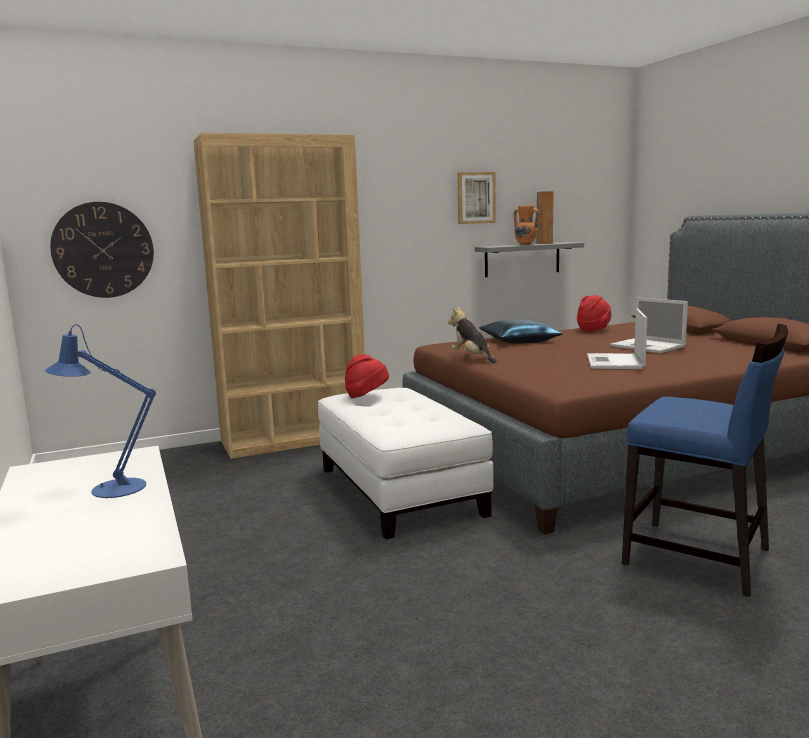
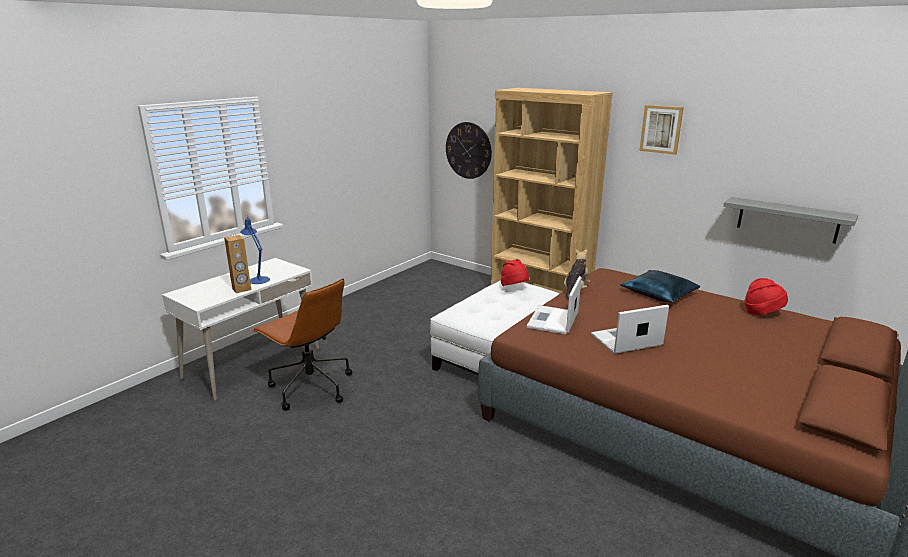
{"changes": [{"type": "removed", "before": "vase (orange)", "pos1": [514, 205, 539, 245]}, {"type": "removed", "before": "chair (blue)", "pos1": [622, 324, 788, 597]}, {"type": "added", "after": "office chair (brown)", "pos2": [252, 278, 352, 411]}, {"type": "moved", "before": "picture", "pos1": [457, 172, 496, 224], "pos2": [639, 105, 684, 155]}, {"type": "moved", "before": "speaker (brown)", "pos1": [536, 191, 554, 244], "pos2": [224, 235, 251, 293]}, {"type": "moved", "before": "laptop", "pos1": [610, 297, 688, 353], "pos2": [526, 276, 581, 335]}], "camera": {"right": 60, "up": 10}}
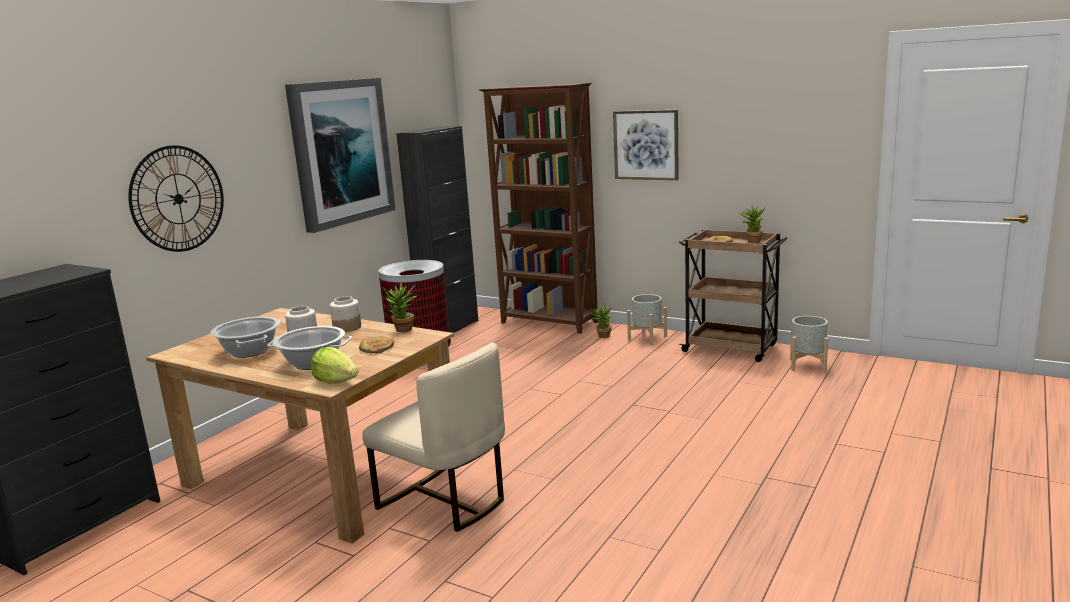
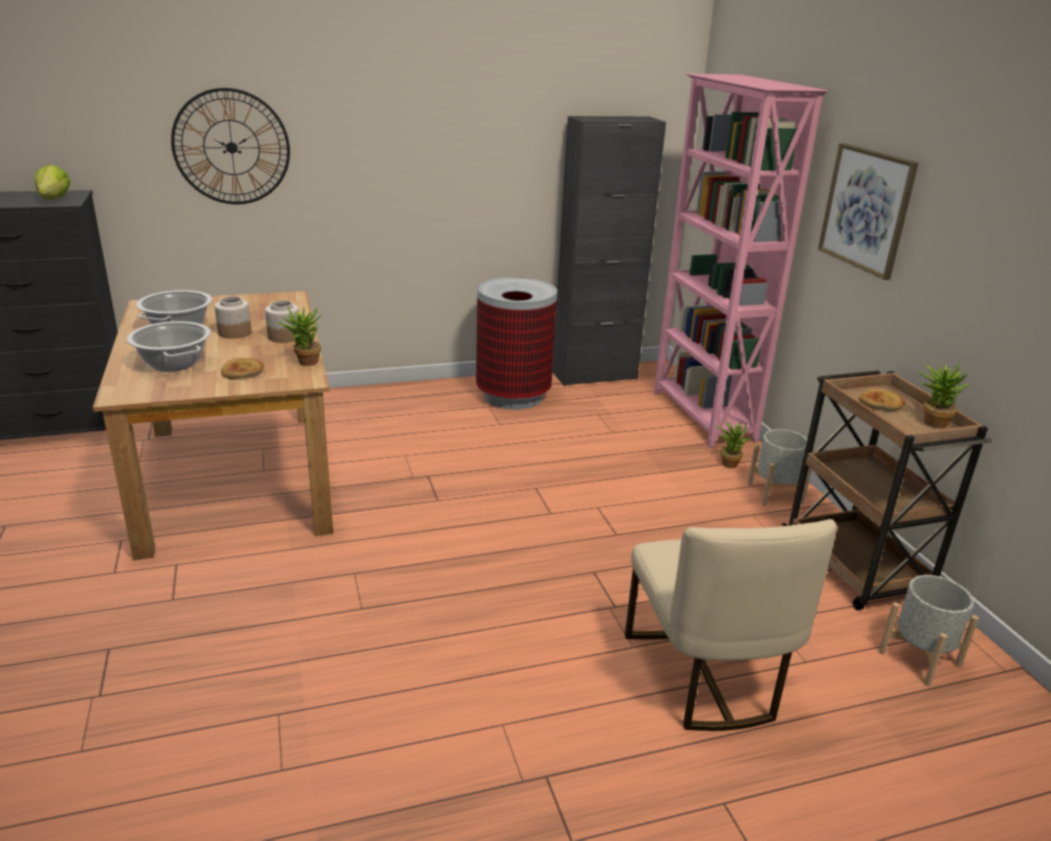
{"changes": [{"type": "removed", "before": "picture", "pos1": [285, 78, 395, 233]}, {"type": "moved", "before": "lettuce", "pos1": [311, 346, 358, 384], "pos2": [35, 165, 70, 199]}, {"type": "moved", "before": "chair (beige)", "pos1": [362, 342, 505, 532], "pos2": [625, 519, 837, 731]}, {"type": "recoloured", "before": "bookcase (brown)", "after": "bookcase (pink)", "pos1": [479, 83, 598, 334], "pos2": [654, 74, 828, 447]}], "camera": {"right": 40, "up": 10}}
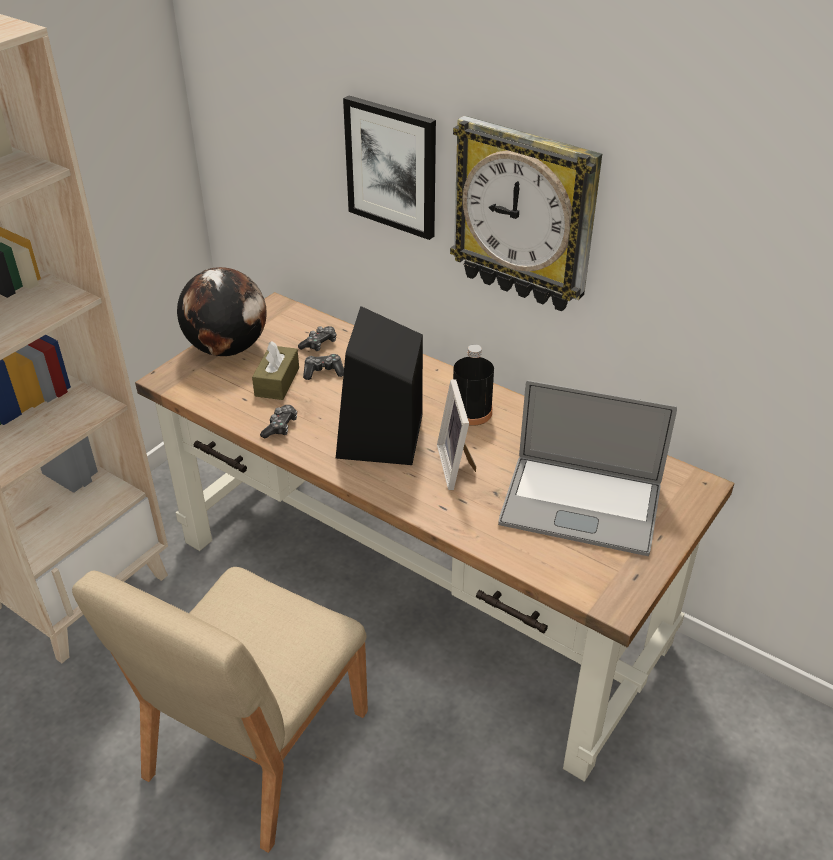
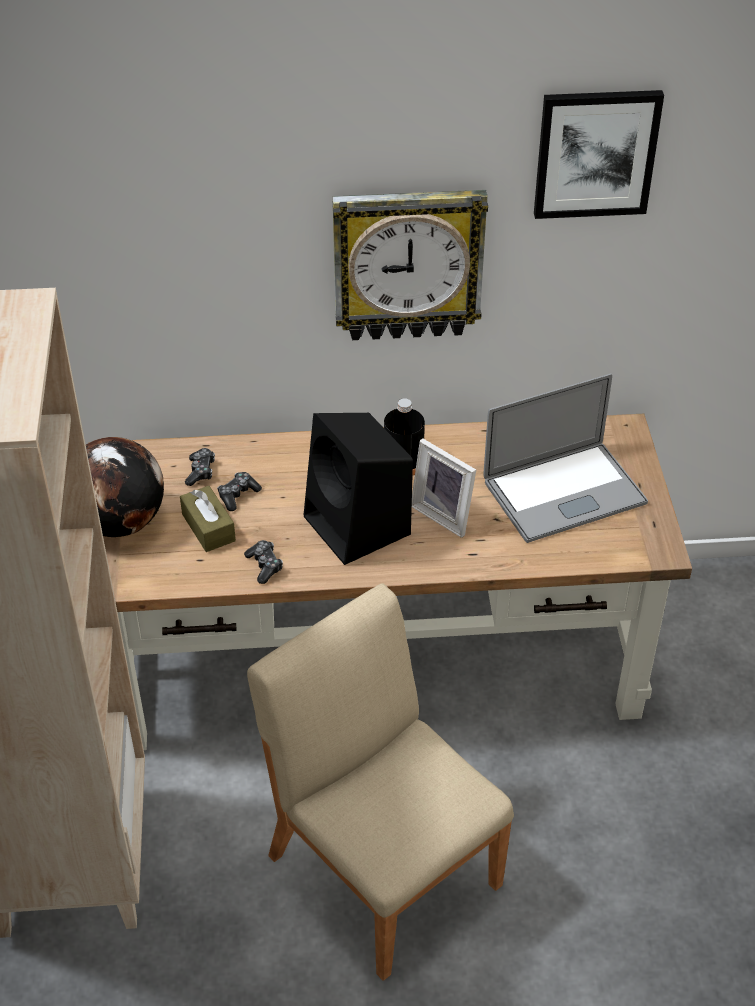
{"changes": [{"type": "moved", "before": "picture", "pos1": [343, 96, 436, 240], "pos2": [534, 90, 664, 219]}, {"type": "turned", "before": "chair (beige)", "pos1": [72, 567, 368, 853], "pos2": [247, 583, 514, 981], "turn": 150}], "camera": {"right": -40, "up": 5}}
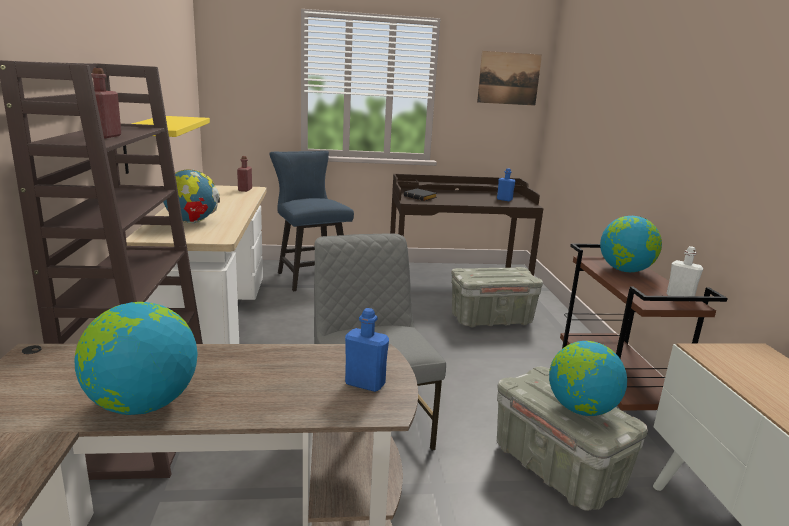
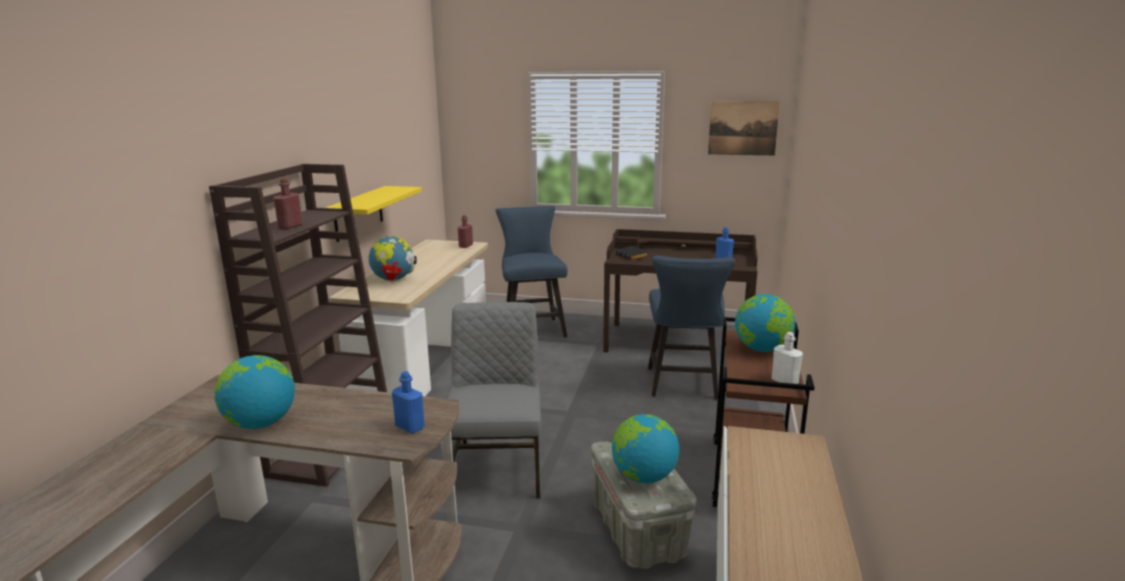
{"changes": [{"type": "replaced", "before": "storage box (grey)", "after": "chair (blue)", "pos1": [451, 267, 543, 327], "pos2": [648, 255, 736, 400]}], "camera": {"right": 20, "up": 0}}
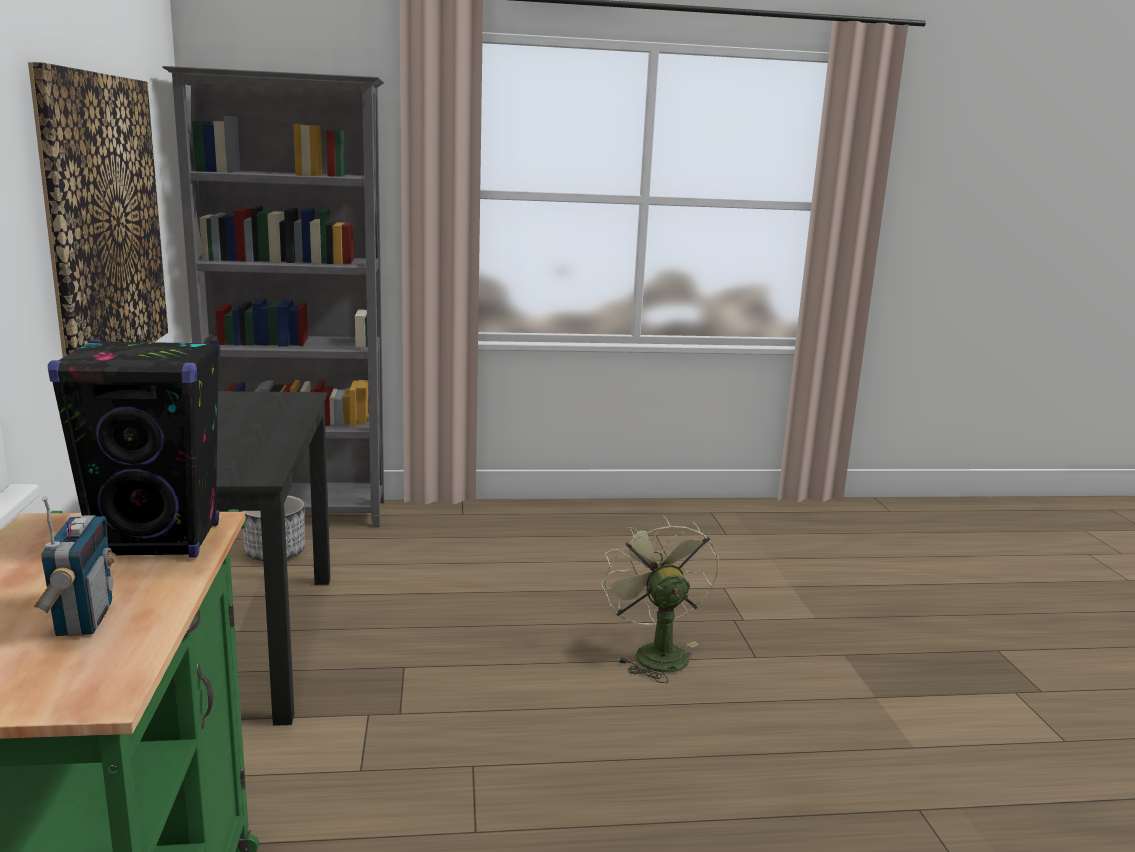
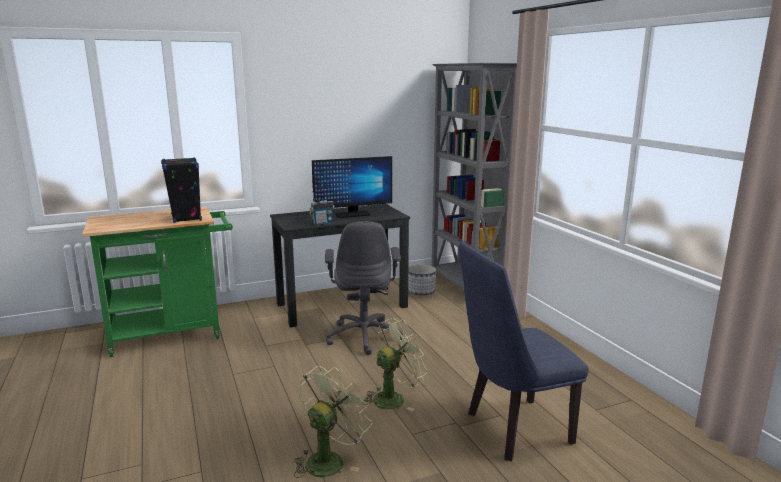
{"changes": [{"type": "removed", "before": "picture", "pos1": [28, 62, 168, 357]}, {"type": "added", "after": "fan (green)", "pos2": [294, 366, 373, 478]}, {"type": "added", "after": "monitor", "pos2": [312, 156, 392, 218]}, {"type": "added", "after": "office chair (grey)", "pos2": [325, 222, 403, 355]}, {"type": "added", "after": "chair (blue)", "pos2": [459, 241, 589, 462]}, {"type": "moved", "before": "radio", "pos1": [34, 496, 116, 637], "pos2": [310, 191, 335, 225]}], "camera": {"right": 75, "up": 0}}
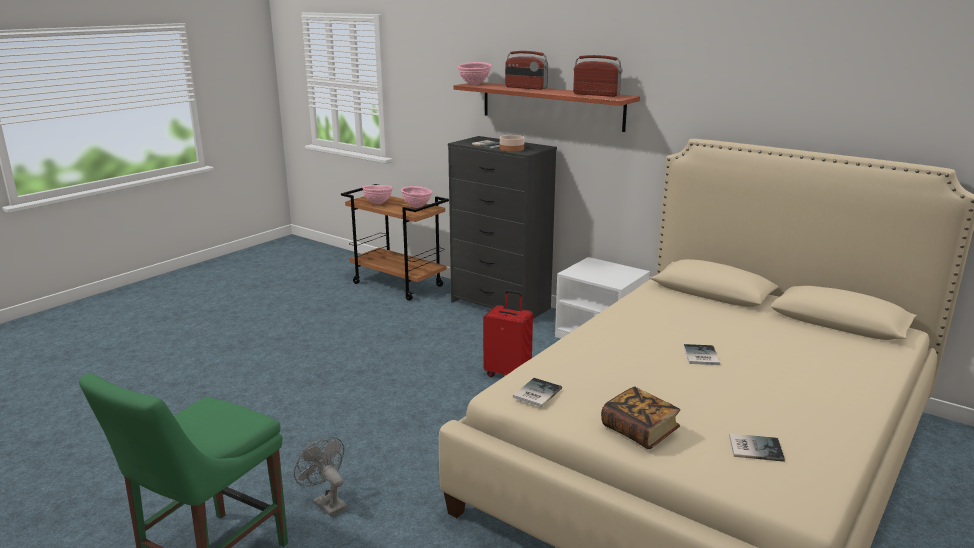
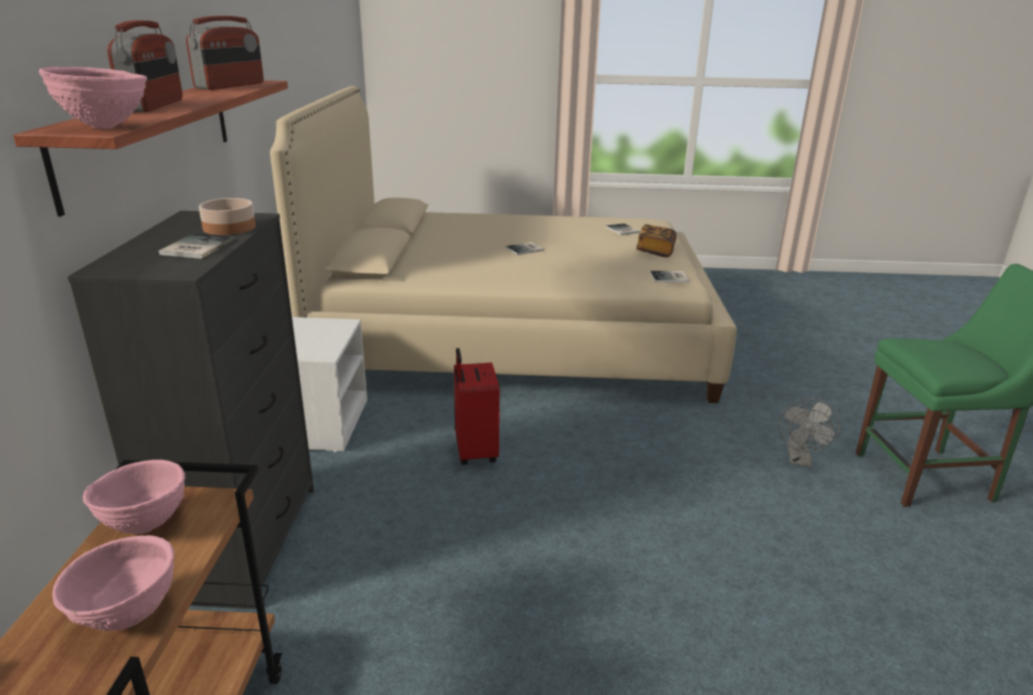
{"changes": [{"type": "turned", "before": "radio", "pos1": [573, 55, 622, 97], "pos2": [186, 16, 264, 90], "turn": -150}], "camera": {"right": -125, "up": 5}}
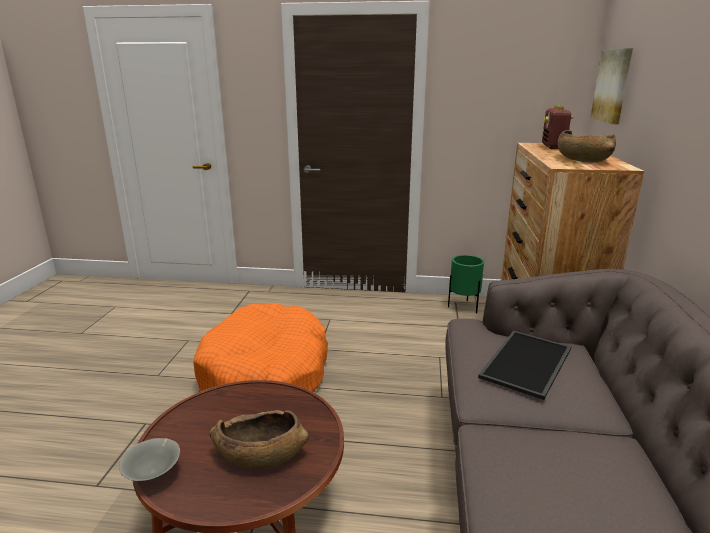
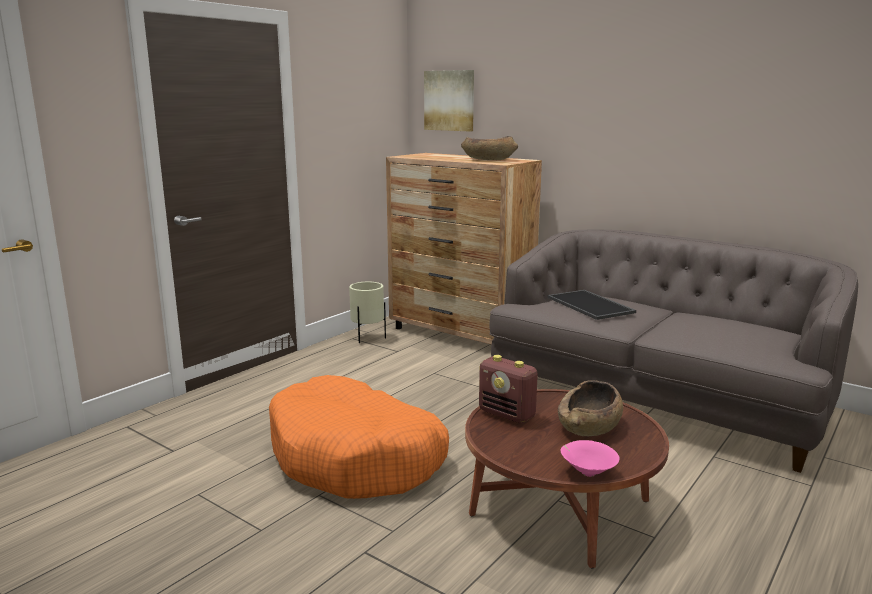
{"changes": [{"type": "moved", "before": "radio", "pos1": [542, 105, 574, 149], "pos2": [479, 355, 538, 423]}, {"type": "recoloured", "before": "bowl (grey)", "after": "bowl (pink)", "pos1": [119, 438, 180, 481], "pos2": [560, 440, 620, 477]}, {"type": "recoloured", "before": "planter (green)", "after": "planter (beige)", "pos1": [448, 255, 484, 314], "pos2": [349, 282, 386, 343]}], "camera": {"right": -60, "up": -5}}
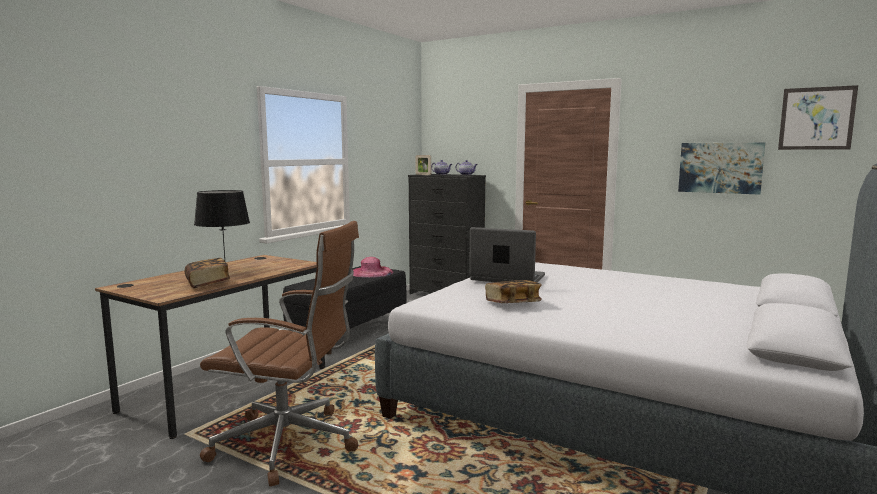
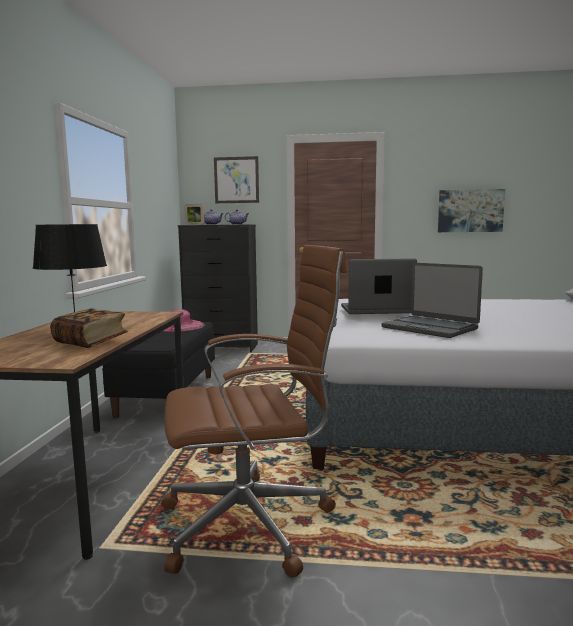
{"changes": [{"type": "moved", "before": "picture", "pos1": [778, 85, 858, 150], "pos2": [214, 156, 259, 203]}, {"type": "replaced", "before": "book", "after": "laptop", "pos1": [485, 280, 542, 303], "pos2": [381, 263, 483, 338]}], "camera": {"right": -25, "up": 0}}
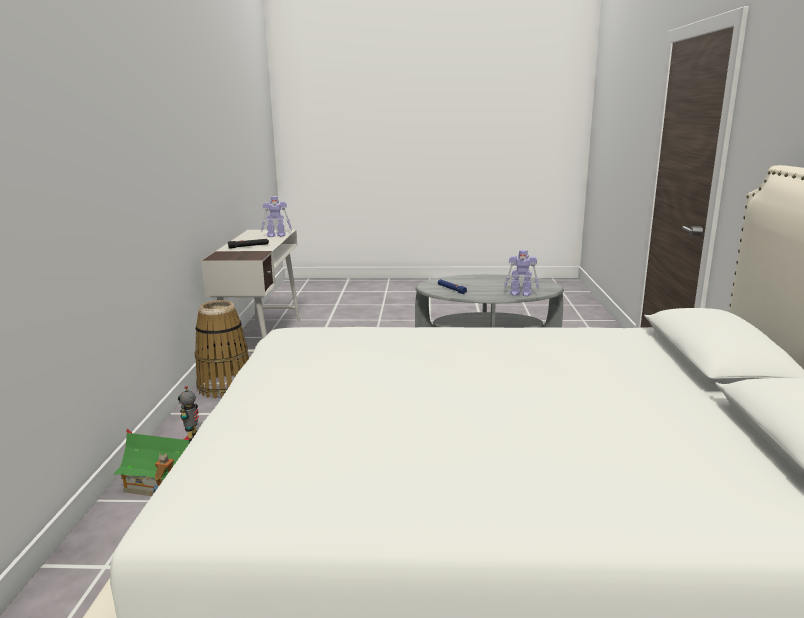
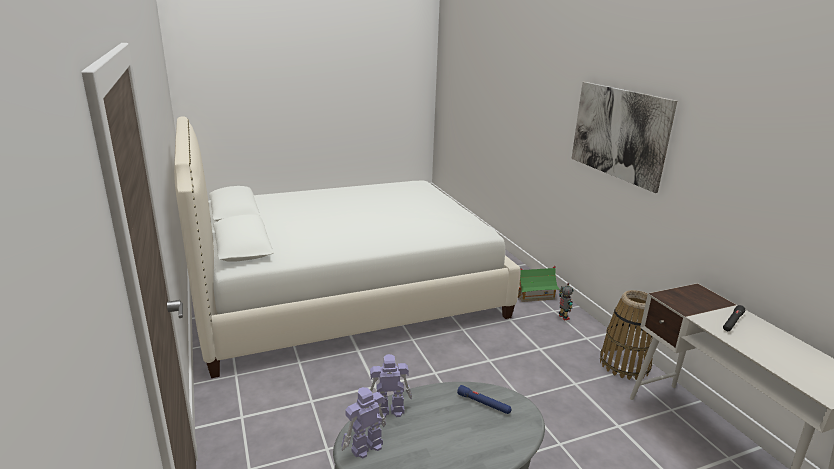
{"changes": [{"type": "added", "after": "picture", "pos2": [571, 82, 677, 193]}, {"type": "moved", "before": "toy robot", "pos1": [261, 196, 292, 237], "pos2": [341, 387, 386, 458]}], "camera": {"right": 155, "up": 5}}
